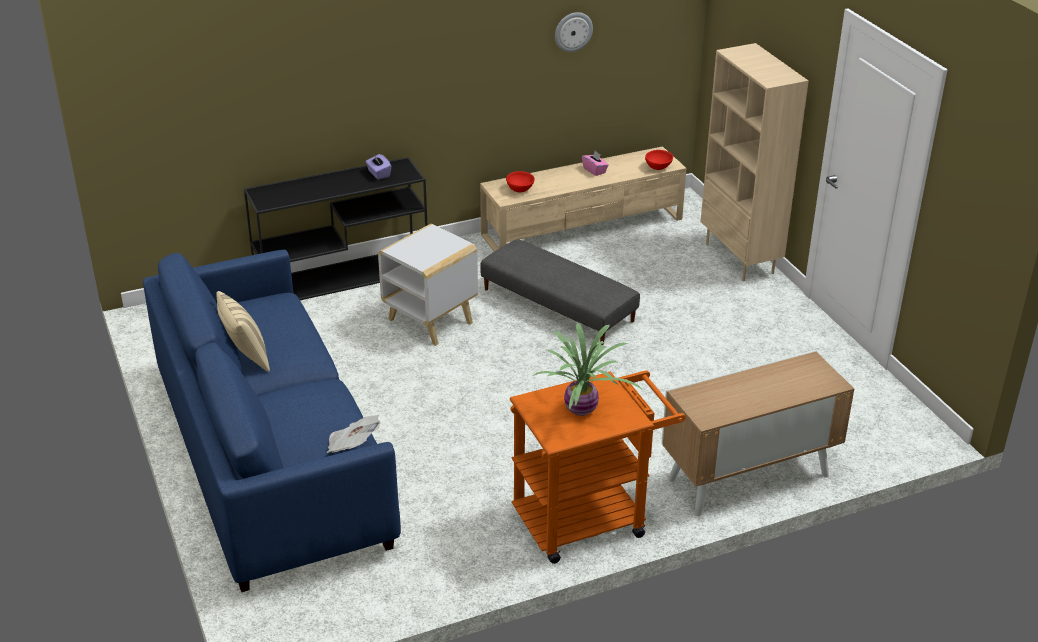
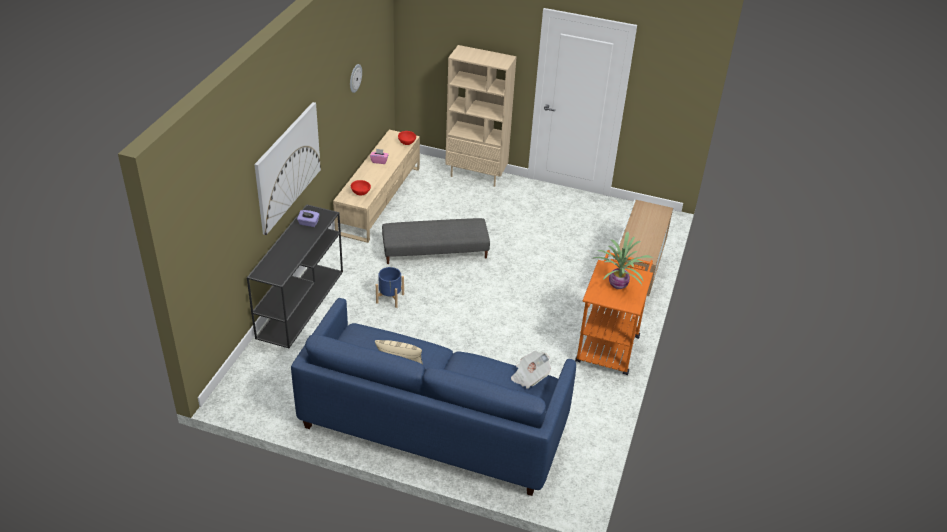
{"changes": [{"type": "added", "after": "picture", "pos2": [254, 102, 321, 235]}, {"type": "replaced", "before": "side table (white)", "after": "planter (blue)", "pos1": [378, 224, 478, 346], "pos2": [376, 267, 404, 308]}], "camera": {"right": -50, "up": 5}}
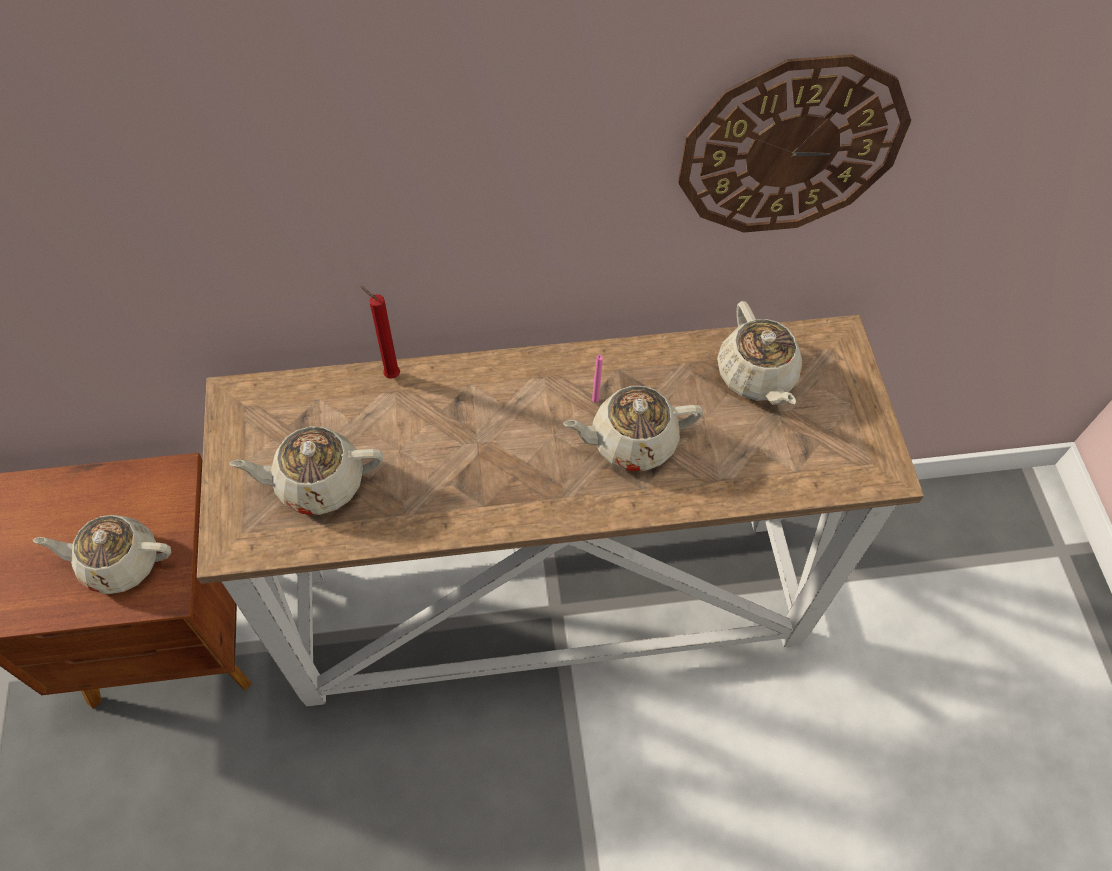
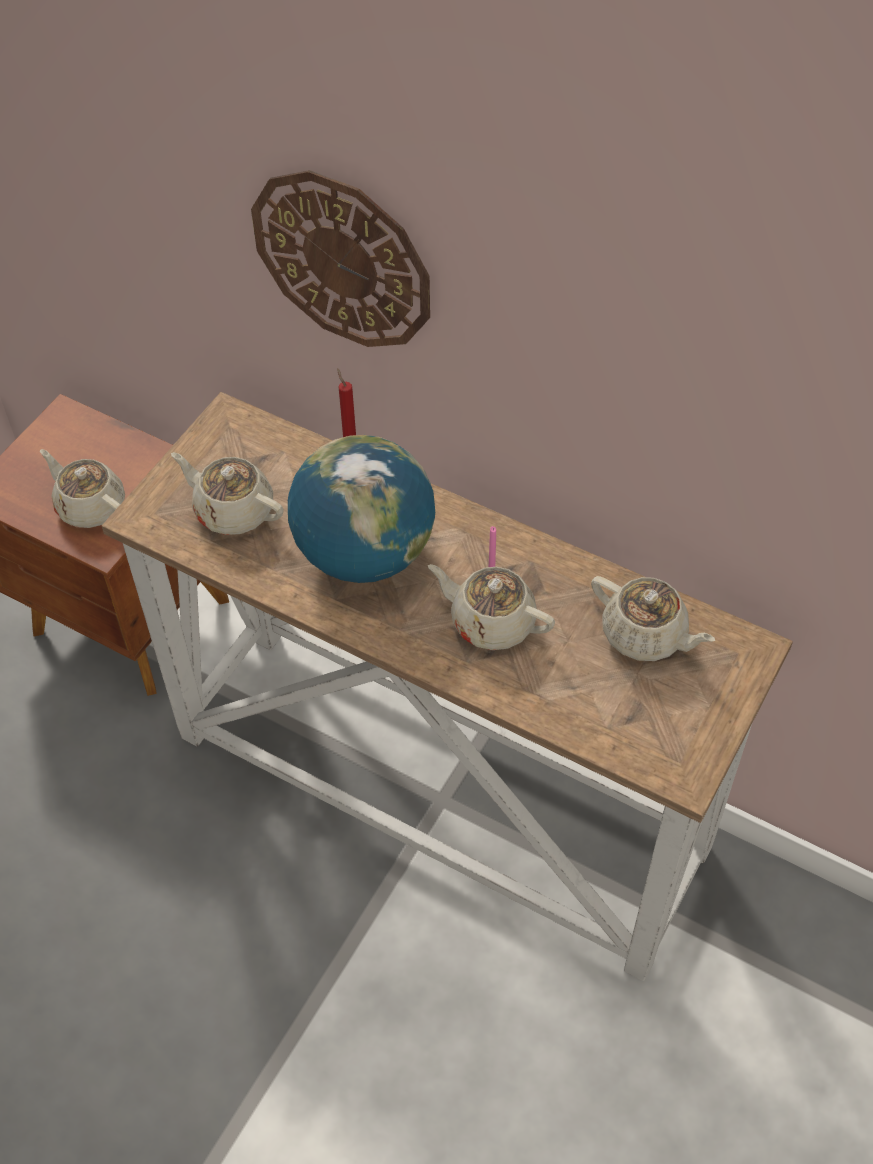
{"changes": [{"type": "added", "after": "globe", "pos2": [288, 435, 435, 583]}, {"type": "moved", "before": "wall clock", "pos1": [678, 54, 911, 233], "pos2": [251, 170, 430, 347]}, {"type": "turned", "before": "teapot (beige)", "pos1": [717, 301, 803, 405], "pos2": [591, 576, 715, 661], "turn": -75}], "camera": {"right": 40, "up": -5}}
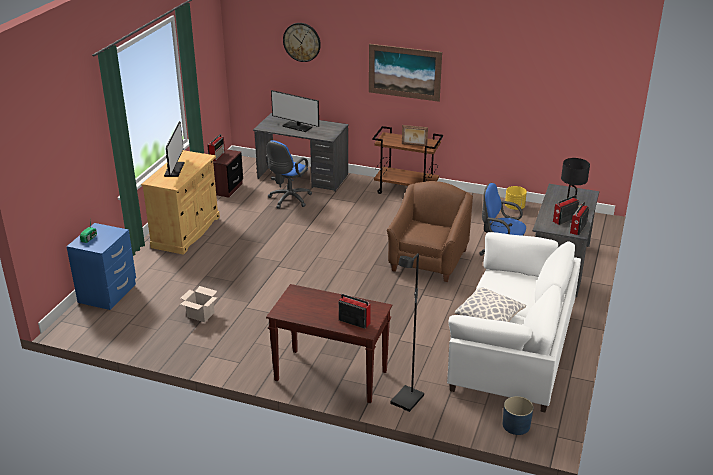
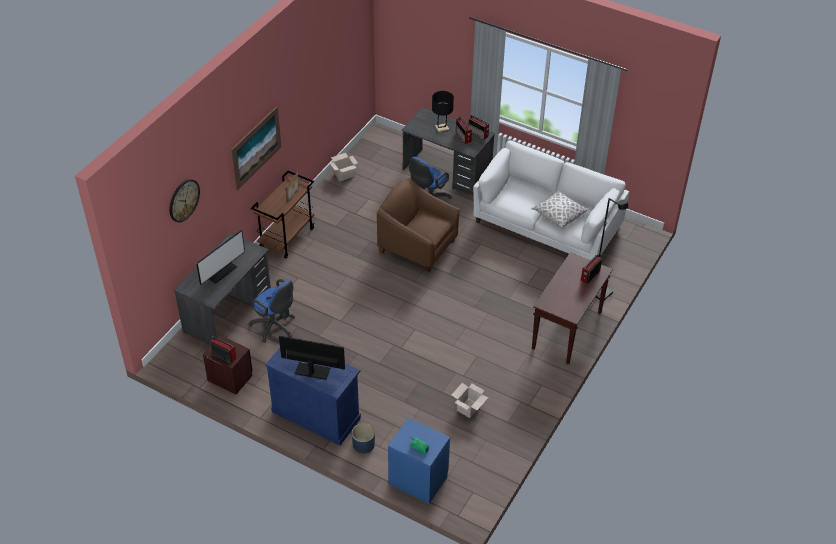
{"changes": [{"type": "moved", "before": "planter (blue)", "pos1": [503, 396, 533, 435], "pos2": [352, 423, 375, 454]}, {"type": "replaced", "before": "planter (yellow)", "after": "cardboard box", "pos1": [505, 186, 527, 210], "pos2": [330, 153, 358, 181]}, {"type": "recoloured", "before": "cabinet (beige)", "after": "cabinet (blue)", "pos1": [141, 150, 220, 255], "pos2": [265, 348, 361, 445]}], "camera": {"right": -80, "up": 15}}
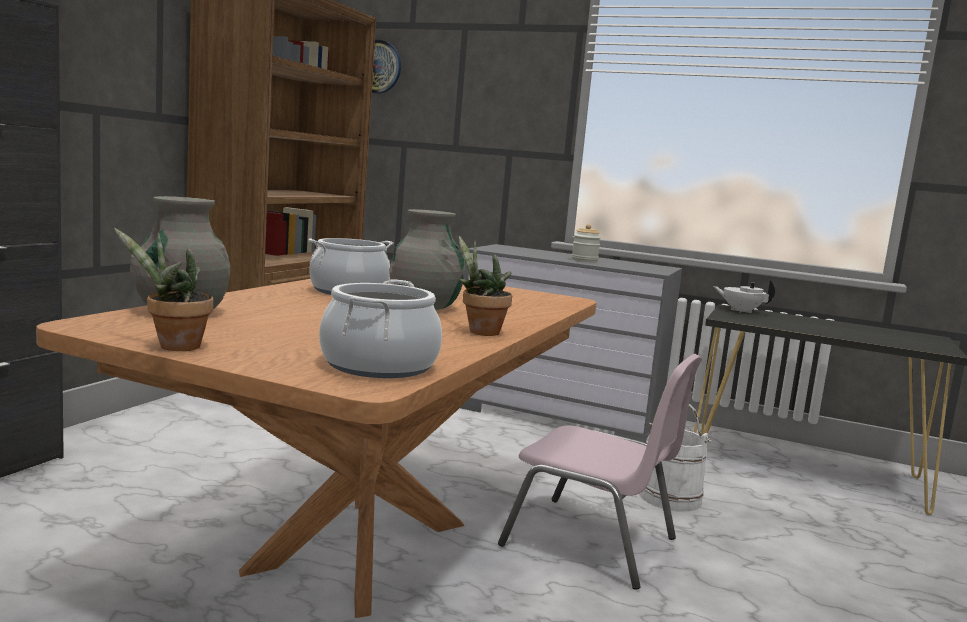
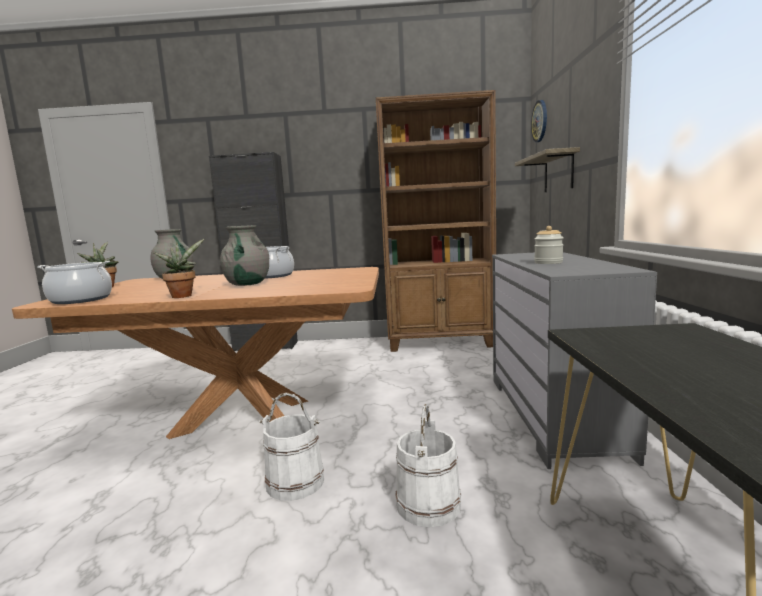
{"changes": [{"type": "removed", "before": "teapot (white)", "pos1": [713, 279, 775, 313]}, {"type": "added", "after": "shelf", "pos2": [515, 147, 580, 192]}, {"type": "replaced", "before": "chair (pink)", "after": "bucket (white)", "pos1": [498, 354, 702, 590], "pos2": [259, 393, 324, 501]}], "camera": {"right": 70, "up": 0}}
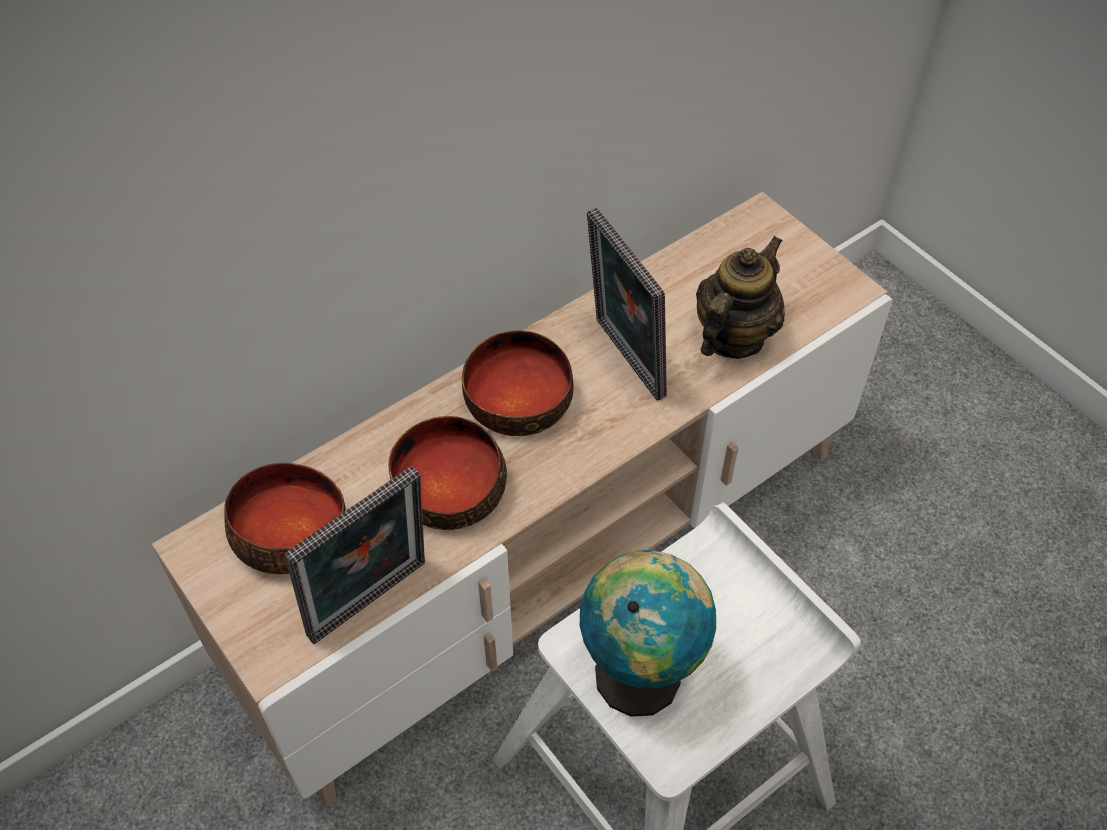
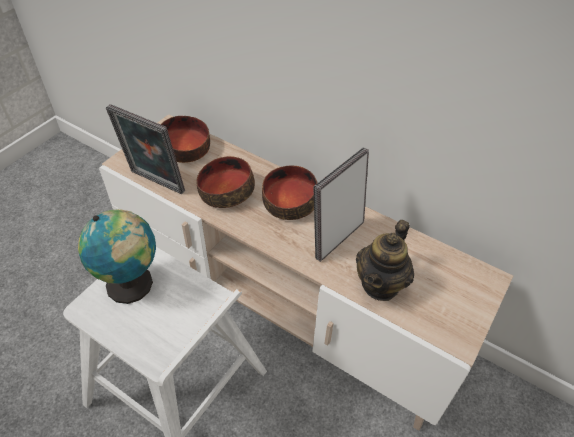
{"changes": [{"type": "turned", "before": "teapot", "pos1": [696, 236, 785, 359], "pos2": [356, 220, 414, 301], "turn": 105}], "camera": {"right": 70, "up": -5}}
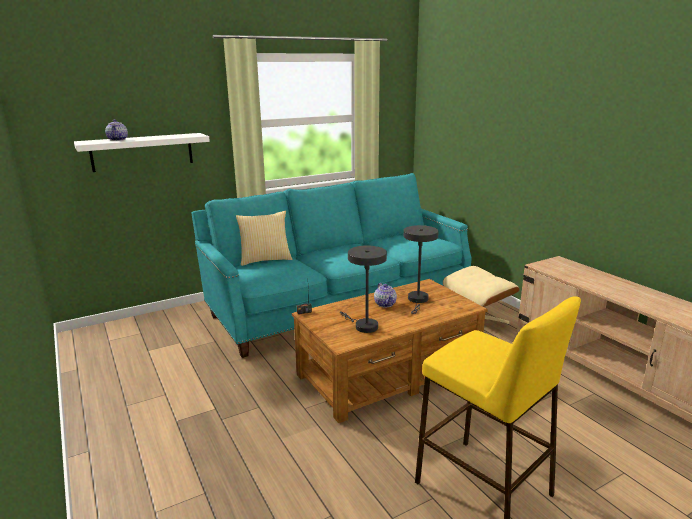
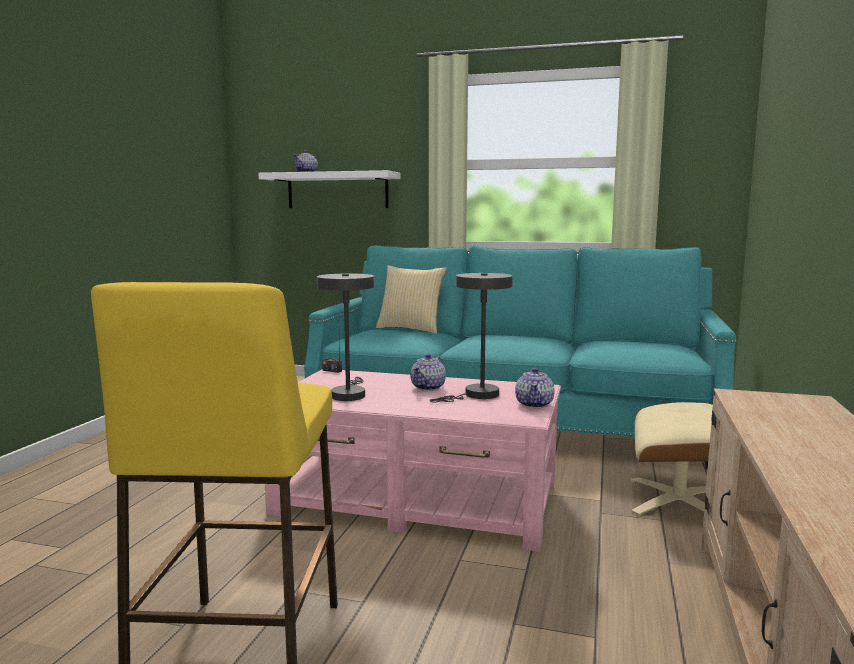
{"changes": [{"type": "added", "after": "teapot", "pos2": [515, 368, 555, 408]}, {"type": "recoloured", "before": "coffee table (brown)", "after": "coffee table (pink)", "pos1": [292, 279, 488, 423], "pos2": [265, 369, 561, 552]}], "camera": {"right": 45, "up": -10}}
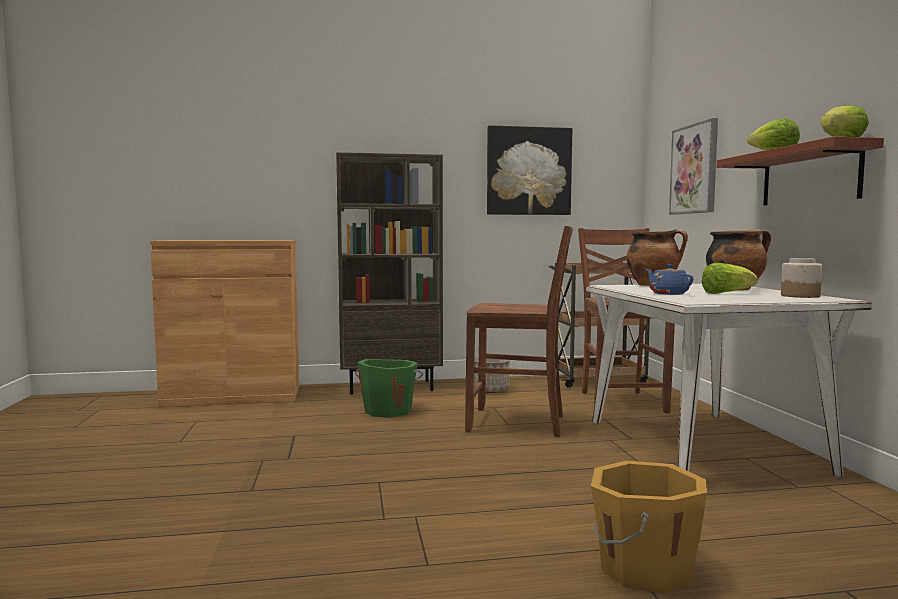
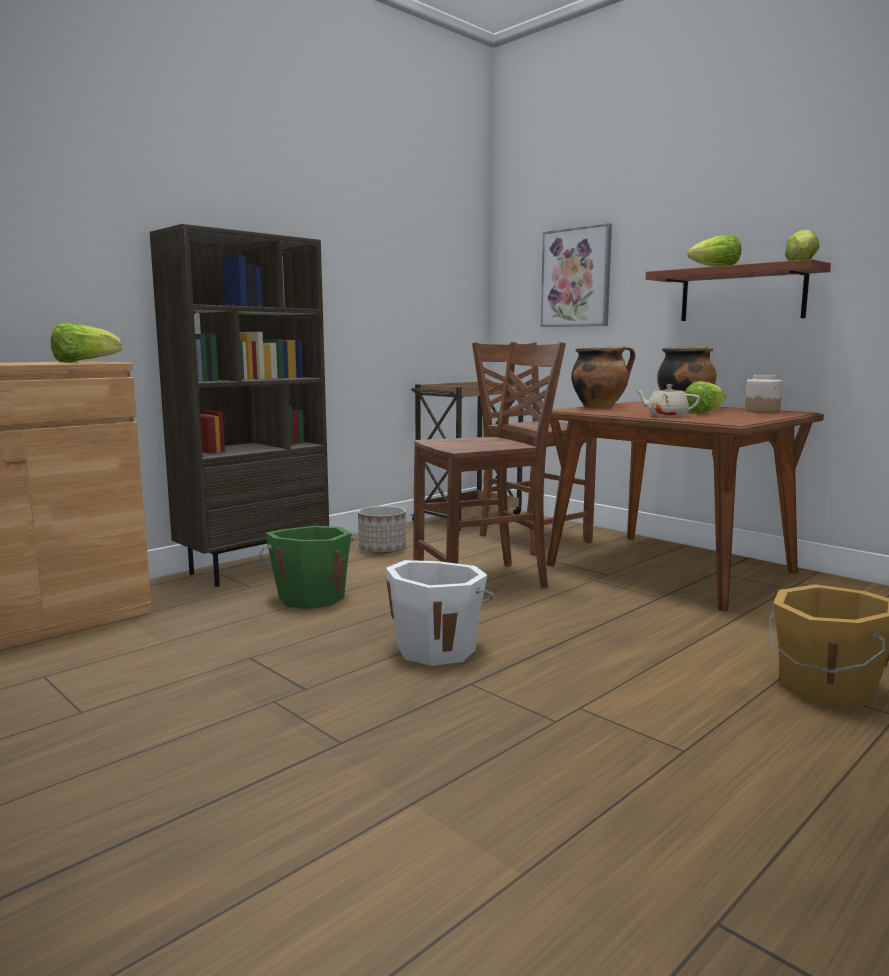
{"changes": [{"type": "removed", "before": "picture", "pos1": [487, 125, 572, 215]}, {"type": "added", "after": "lettuce", "pos2": [51, 323, 122, 363]}, {"type": "added", "after": "bucket (white)", "pos2": [386, 560, 494, 666]}, {"type": "recoloured", "before": "dining table (white)", "after": "dining table (brown)", "pos1": [586, 284, 872, 477], "pos2": [539, 402, 824, 611]}, {"type": "recoloured", "before": "teapot (blue)", "after": "teapot (beige)", "pos1": [646, 264, 694, 295], "pos2": [635, 384, 700, 417]}], "camera": {"right": -35, "up": 5}}
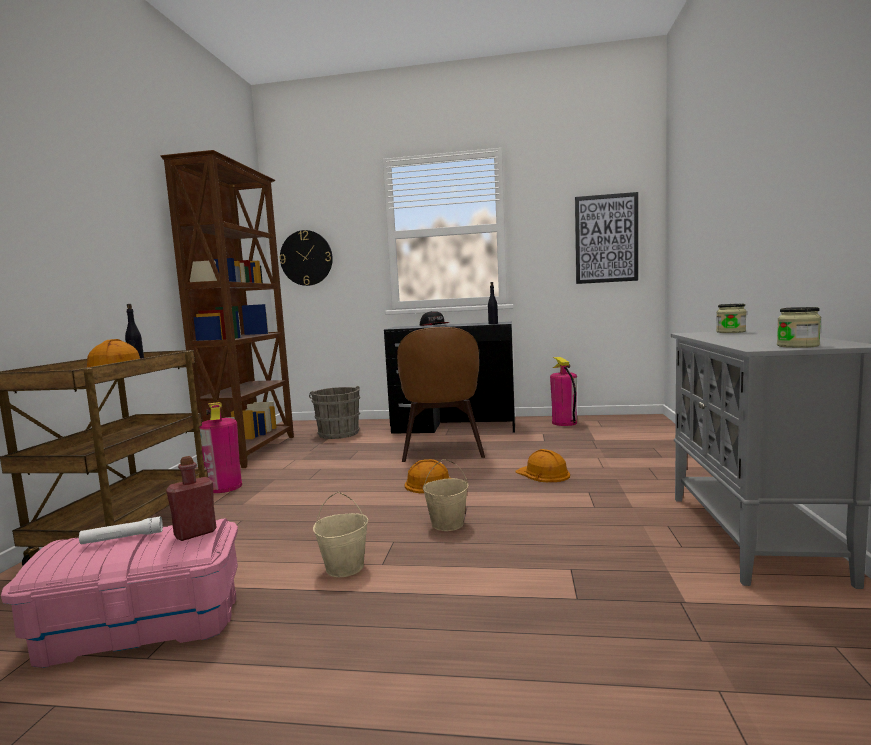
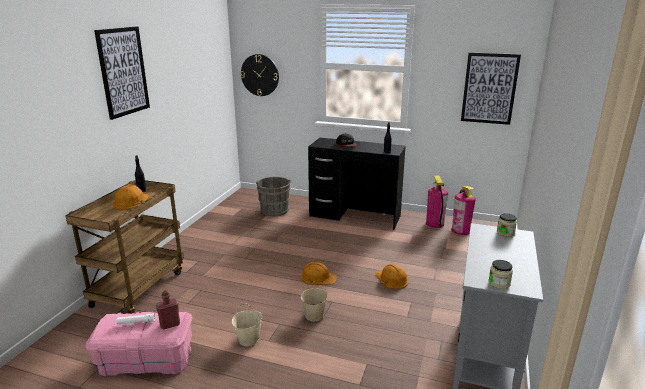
{"changes": [{"type": "removed", "before": "bookcase (brown)", "pos1": [160, 150, 294, 468]}, {"type": "removed", "before": "chair (brown)", "pos1": [397, 327, 485, 462]}, {"type": "added", "after": "picture", "pos2": [94, 26, 150, 120]}, {"type": "moved", "before": "fire extinguisher", "pos1": [200, 402, 242, 493], "pos2": [452, 186, 476, 235]}], "camera": {"right": 10, "up": 15}}
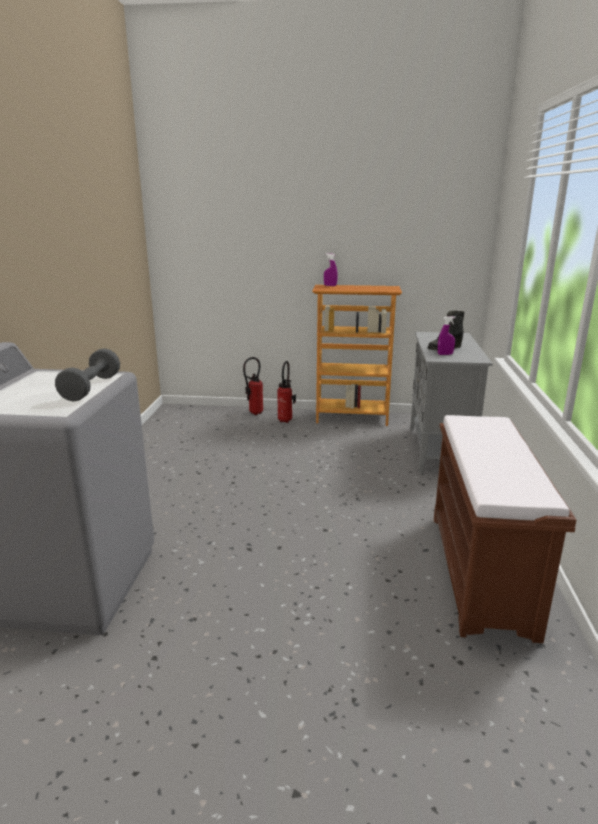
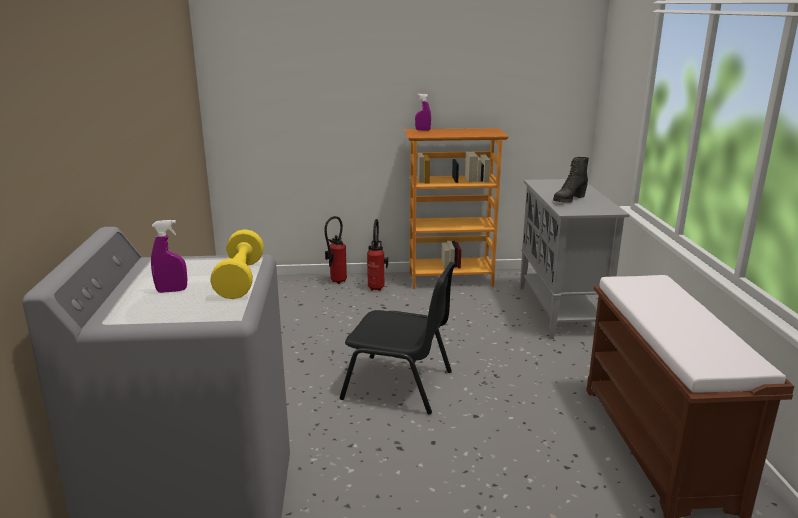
{"changes": [{"type": "added", "after": "chair (black)", "pos2": [339, 262, 455, 414]}, {"type": "moved", "before": "spray bottle (purple)", "pos1": [438, 316, 456, 355], "pos2": [151, 220, 187, 293]}, {"type": "recoloured", "before": "dumbbell (grey)", "after": "dumbbell (yellow)", "pos1": [55, 348, 120, 402], "pos2": [210, 229, 264, 299]}], "camera": {"right": -10, "up": 0}}
